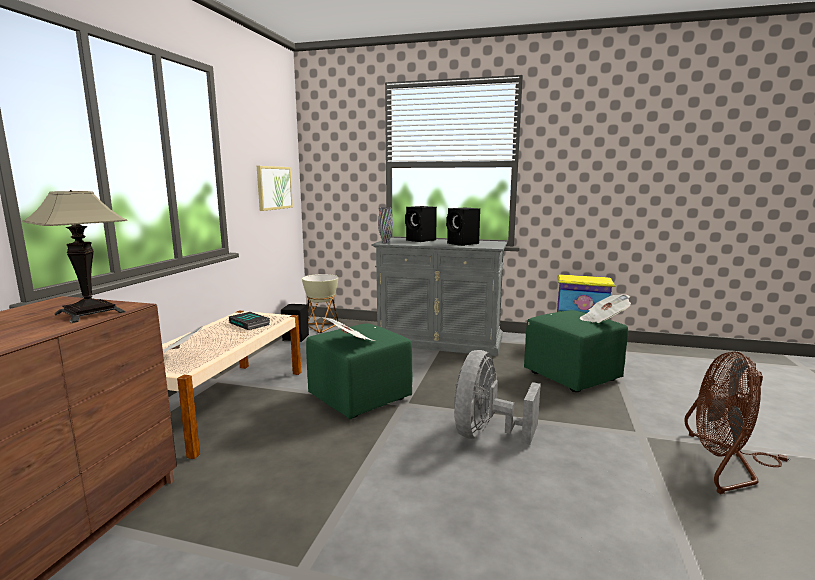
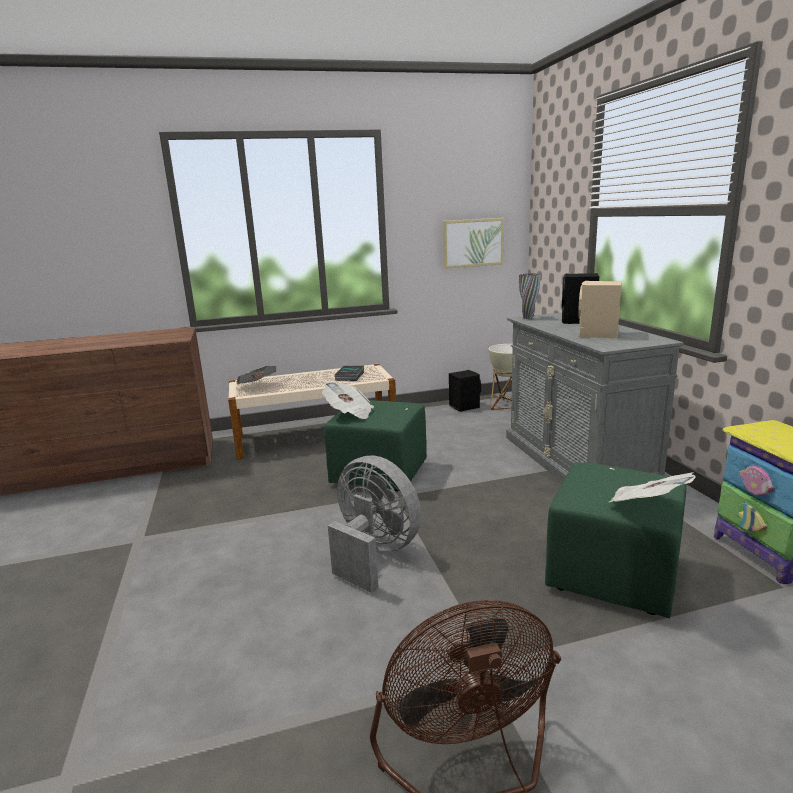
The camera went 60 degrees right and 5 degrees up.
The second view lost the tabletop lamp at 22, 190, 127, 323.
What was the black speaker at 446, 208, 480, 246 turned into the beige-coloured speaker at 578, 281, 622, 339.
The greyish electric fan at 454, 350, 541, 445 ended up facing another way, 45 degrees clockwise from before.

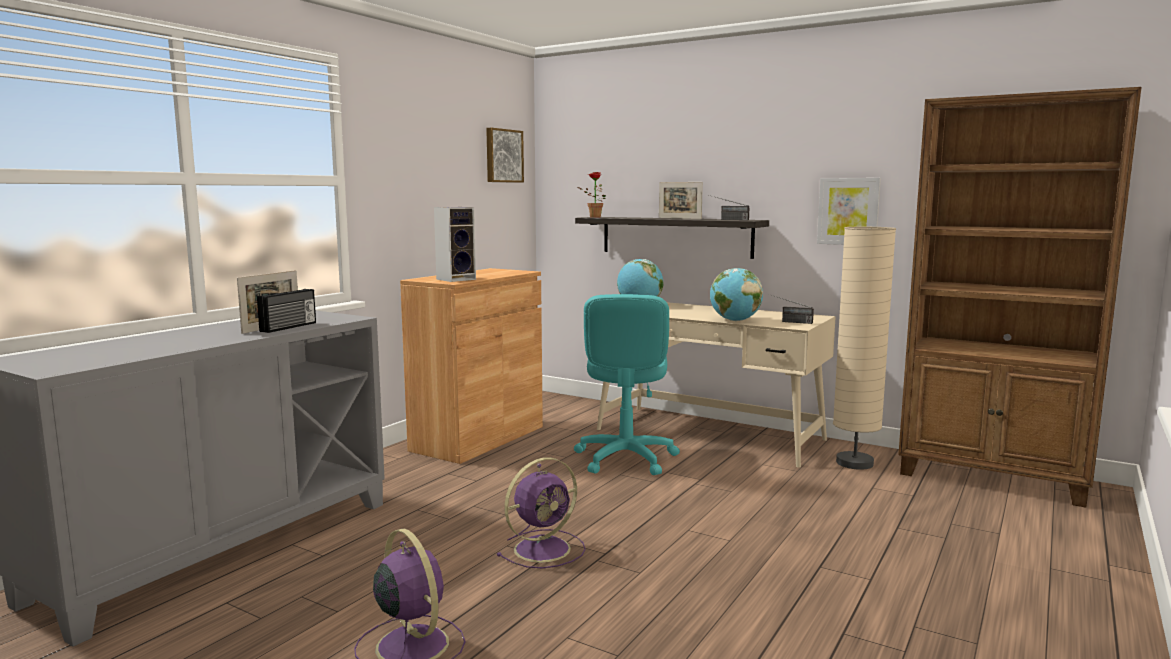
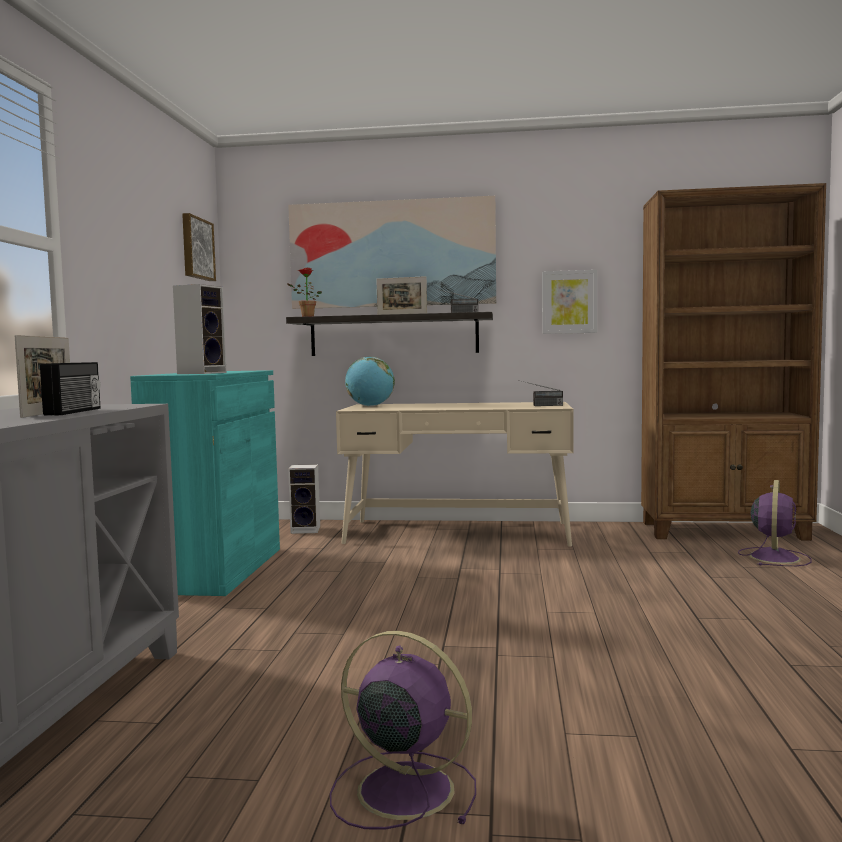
The camera went 25 degrees left and 5 degrees down.
The second view lost the turquoise computer chair at 574, 294, 680, 475.
The second view lost the desk globe at 710, 268, 763, 321.
The second view lost the beige-coloured standard lamp at 833, 227, 896, 470.
The second view gained the picture at 288, 196, 496, 309.
The second view gained the speaker at 288, 464, 320, 534.
The purple electric fan ended up elsewhere, having gone from 496, 457, 586, 568 to 738, 480, 812, 566.
What was the brown storage cabinet at 400, 268, 543, 464 turned into the turquoise storage cabinet at 130, 370, 280, 596.

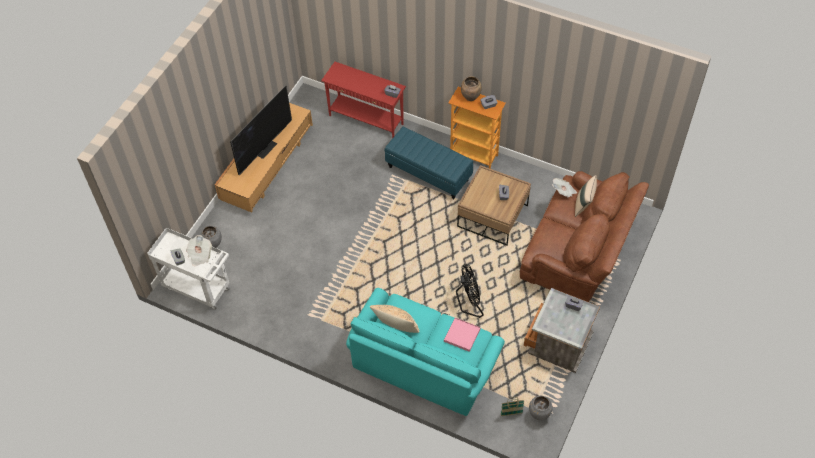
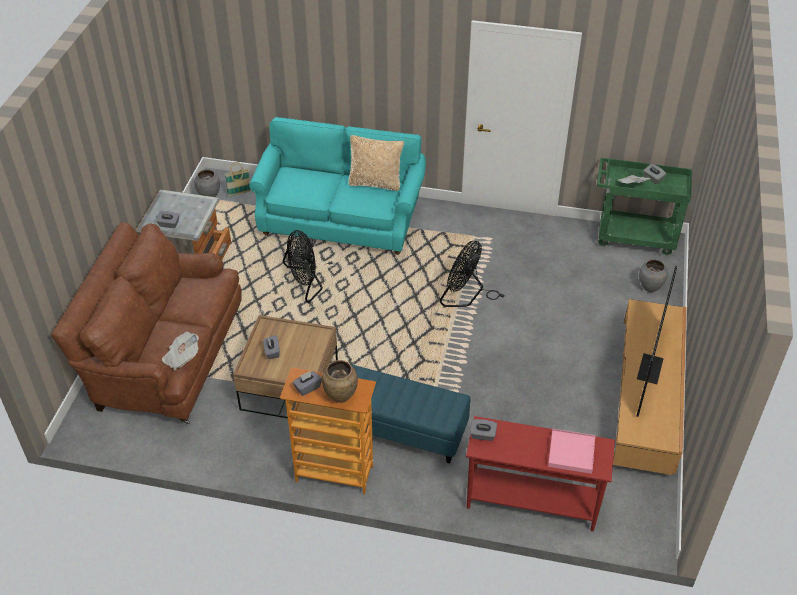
The camera went 165 degrees right and 10 degrees down.
The second view lost the beige-coloured cushion at 575, 175, 597, 217.
The second view gained the black electric fan at 440, 241, 505, 308.
The pink tray ended up elsewhere, having gone from 444, 318, 481, 352 to 548, 429, 595, 474.
What was the white-coloured trolley at 147, 228, 230, 309 turned into the green trolley at 597, 158, 692, 256.

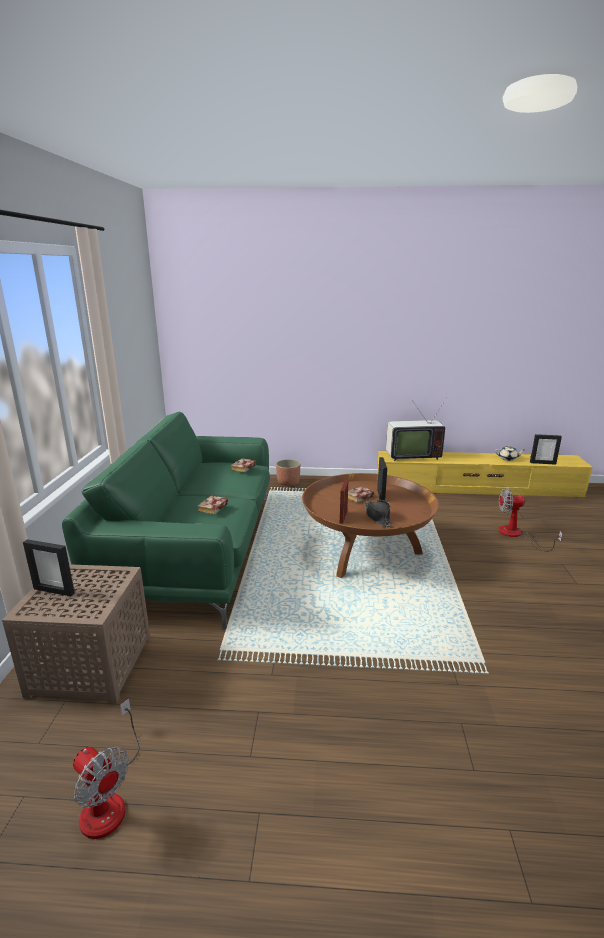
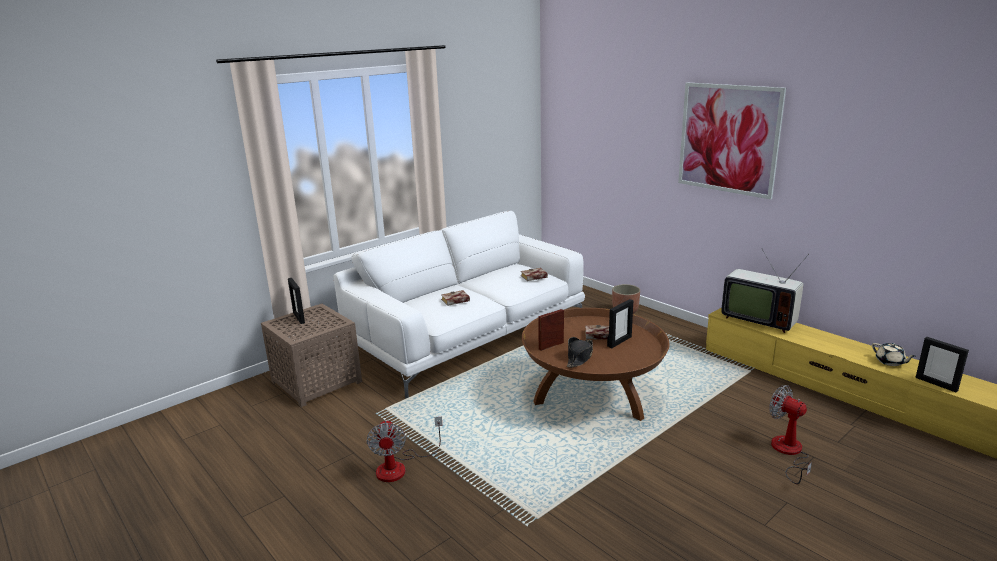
The camera went 45 degrees right and 0 degrees up.
The second view gained the picture at 678, 82, 786, 199.
The electric fan ended up elsewhere, having gone from 73, 699, 140, 839 to 366, 417, 443, 482.
What was the green settee at 62, 412, 270, 630 turned into the white-coloured settee at 334, 211, 585, 398.

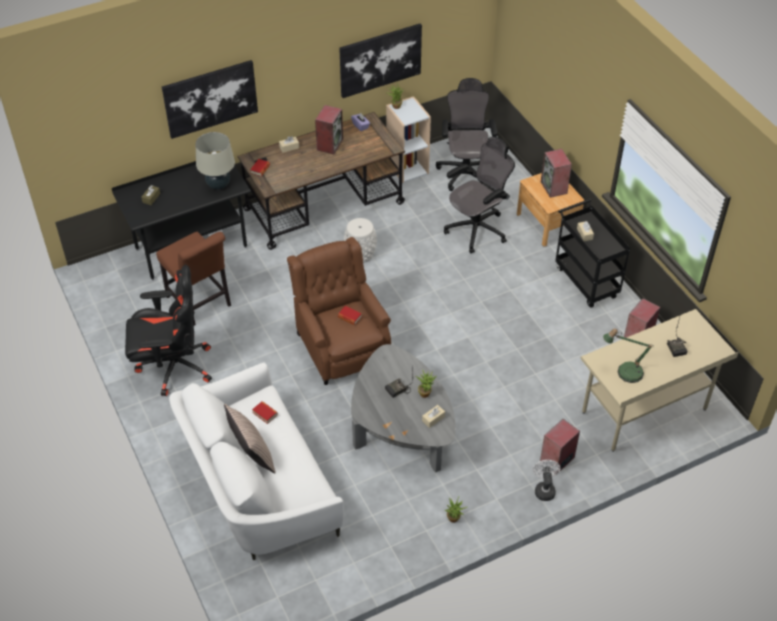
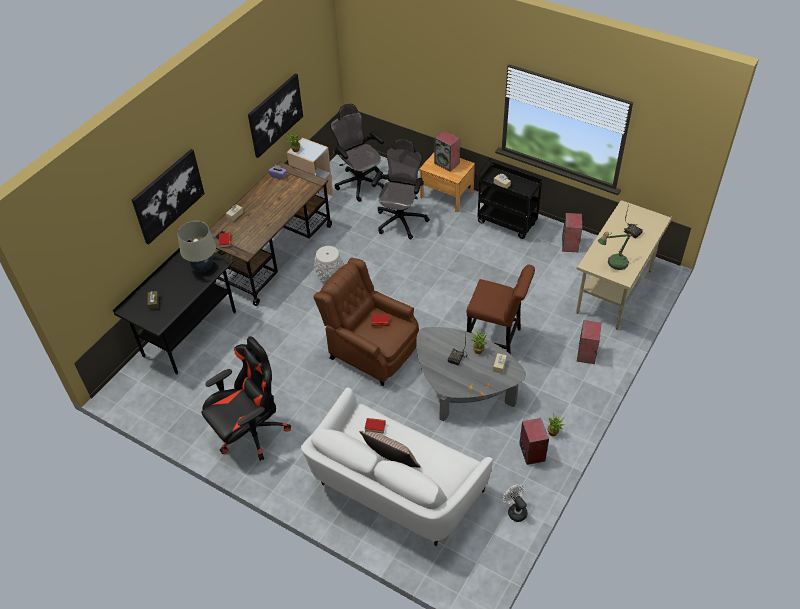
The camera went 30 degrees left and 0 degrees up.
The brown chair ended up elsewhere, having gone from 156, 232, 231, 326 to 466, 265, 535, 355.
The speaker ended up elsewhere, having gone from 315, 105, 343, 154 to 519, 418, 549, 465.
The white-coloured electric fan ended up elsewhere, having gone from 533, 460, 560, 501 to 503, 484, 528, 522.

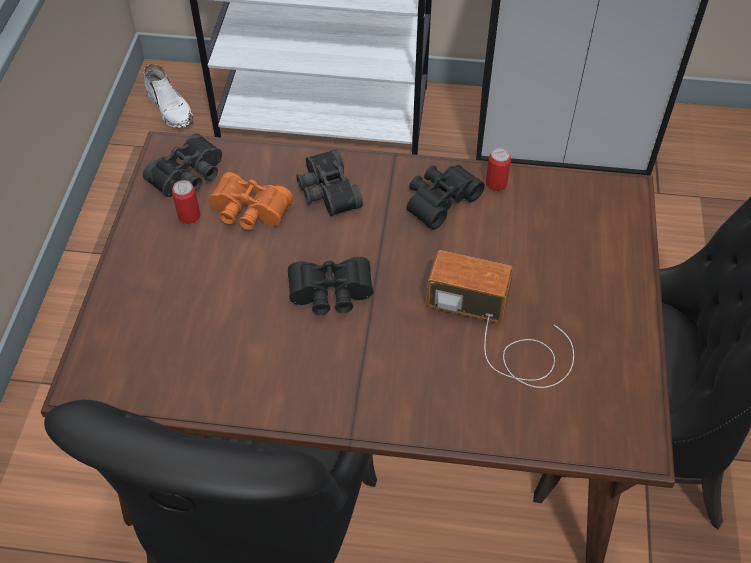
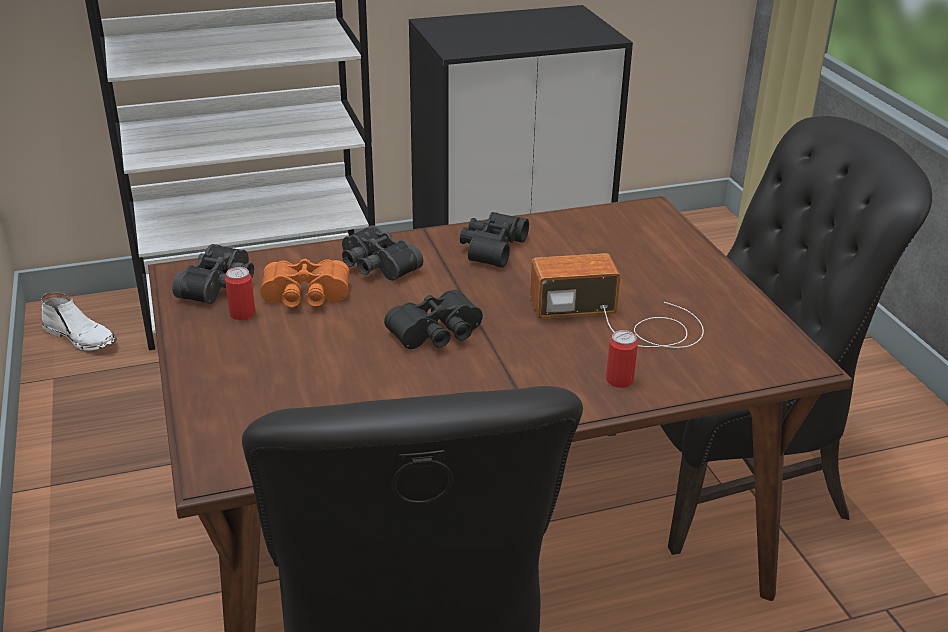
The camera went 25 degrees left and 20 degrees down.
The sealed can ended up elsewhere, having gone from 486, 147, 511, 191 to 606, 330, 638, 388.

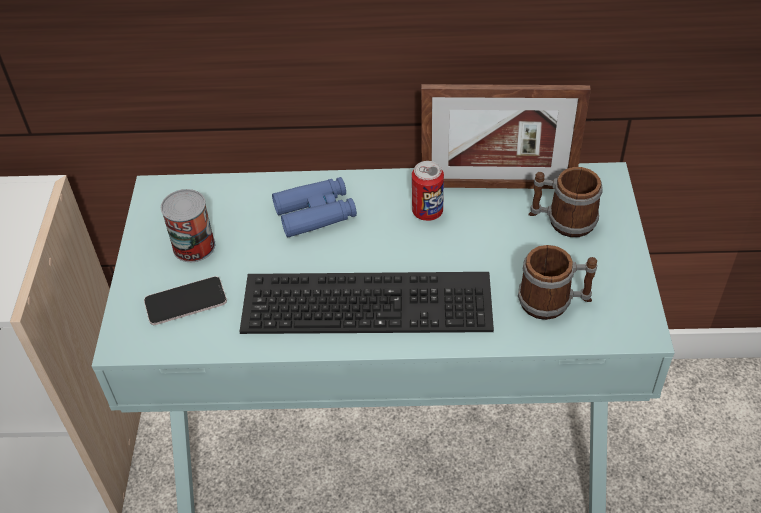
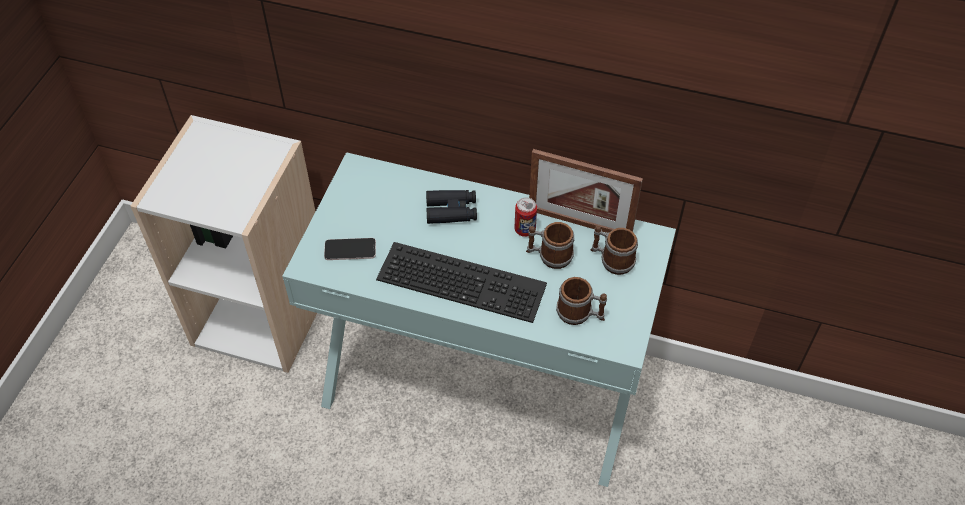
The camera went 15 degrees right and 5 degrees up.
The second view lost the sealed can at 161, 189, 215, 262.
The second view gained the mug at 526, 222, 574, 269.
What was the bluish field glasses at 272, 177, 357, 237 turned into the black field glasses at 426, 190, 477, 224.

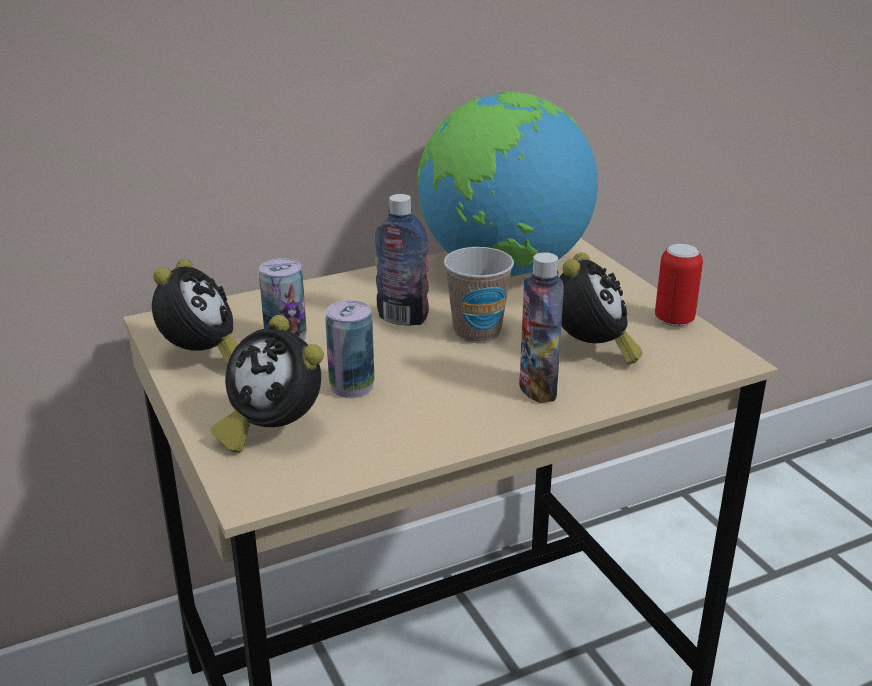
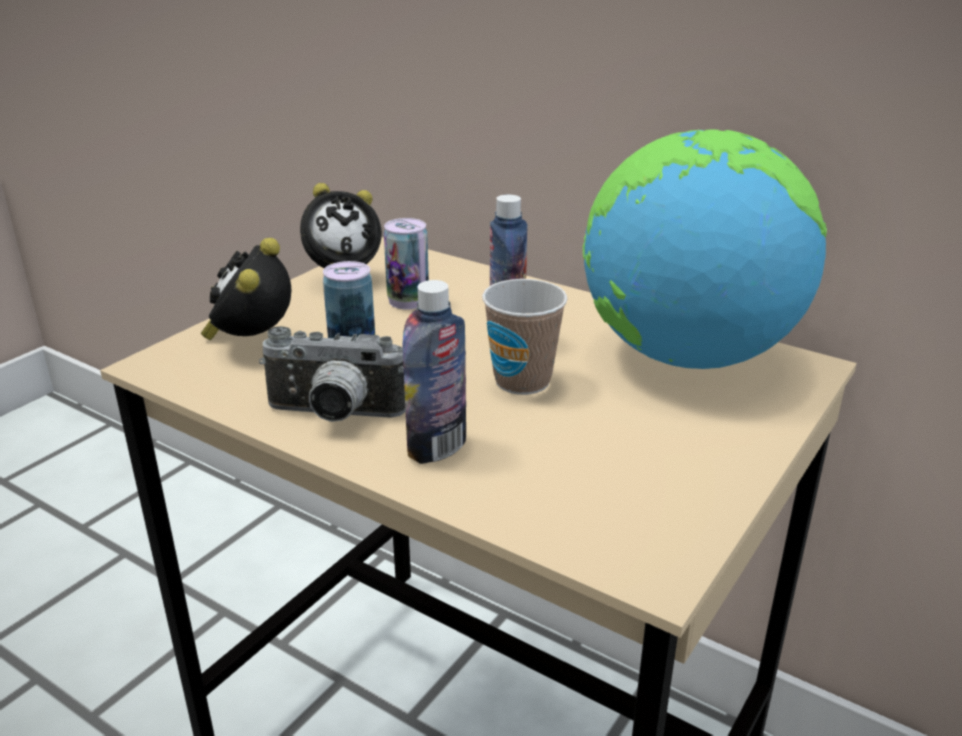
The camera went 60 degrees right and 0 degrees up.
The second view lost the table clock at 560, 253, 642, 365.
The second view lost the sealed can at 655, 244, 703, 327.
The second view gained the still camera at 259, 326, 406, 422.

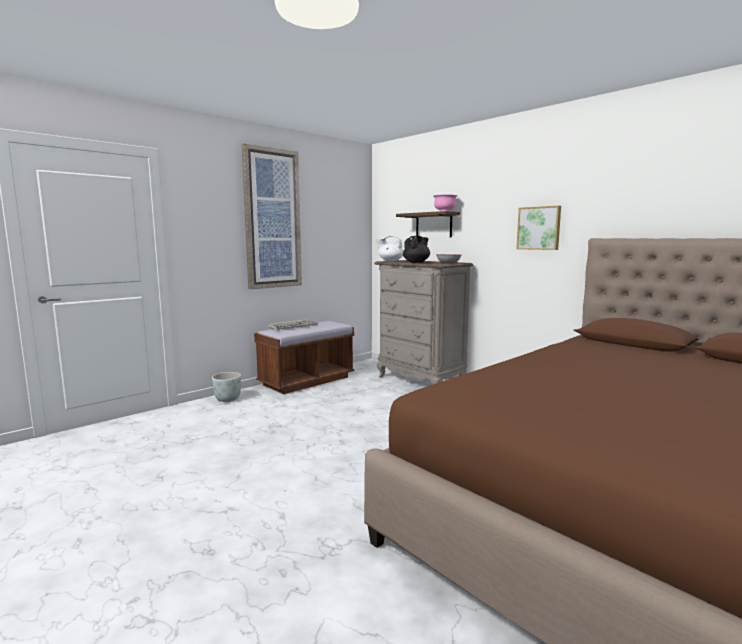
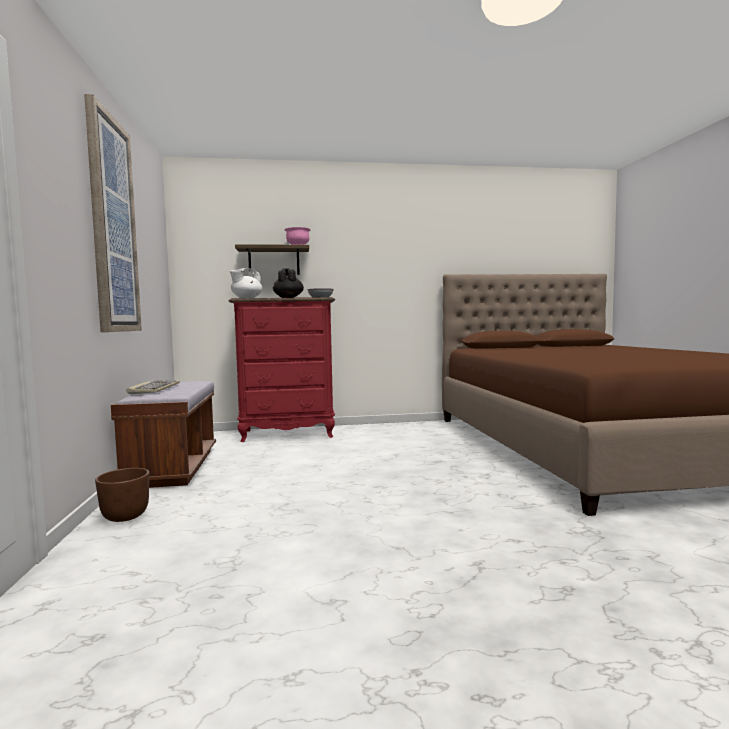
The camera went 55 degrees left and 5 degrees down.
The second view lost the picture at 516, 206, 561, 250.
What was the greyish planter at 212, 372, 241, 402 turned into the brown planter at 95, 468, 149, 522.
What was the beige-coloured dresser at 374, 260, 474, 385 turned into the reddish dresser at 229, 297, 335, 442.

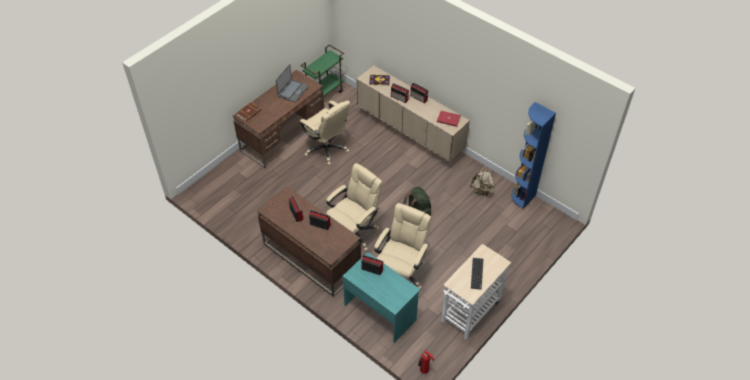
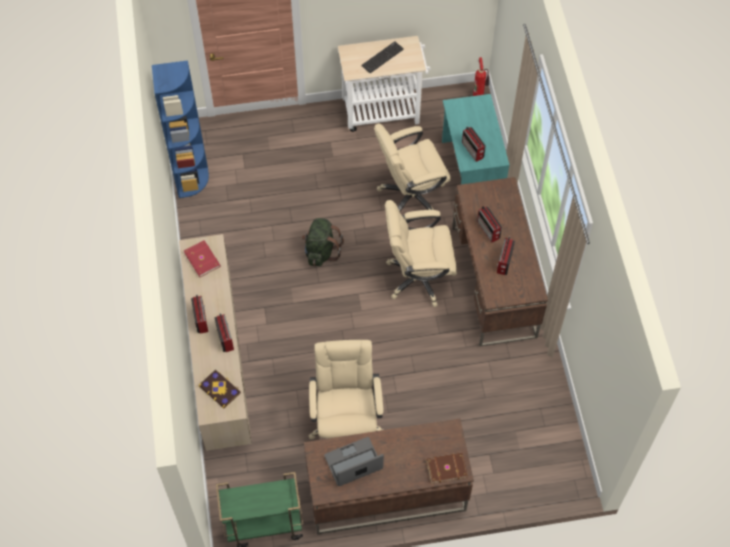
The camera went 140 degrees left and 10 degrees up.
The second view lost the beige-coloured backpack at 470, 168, 495, 196.

